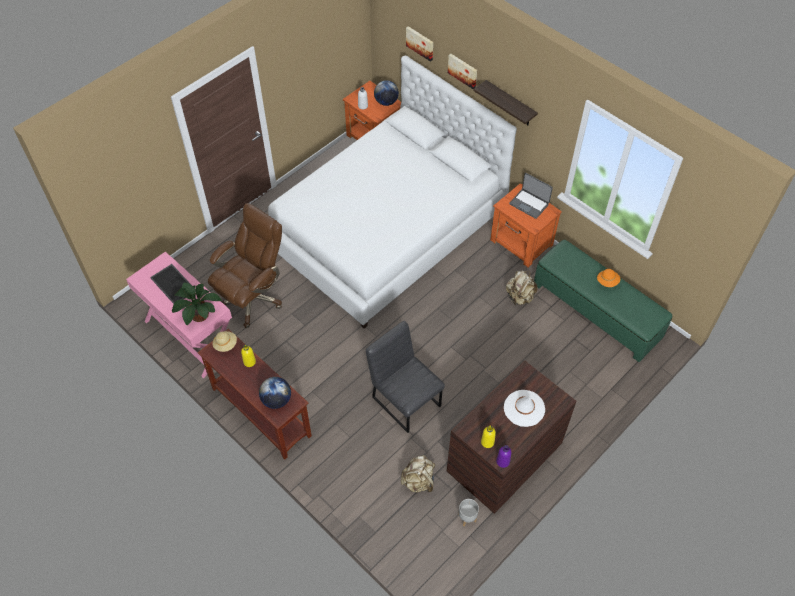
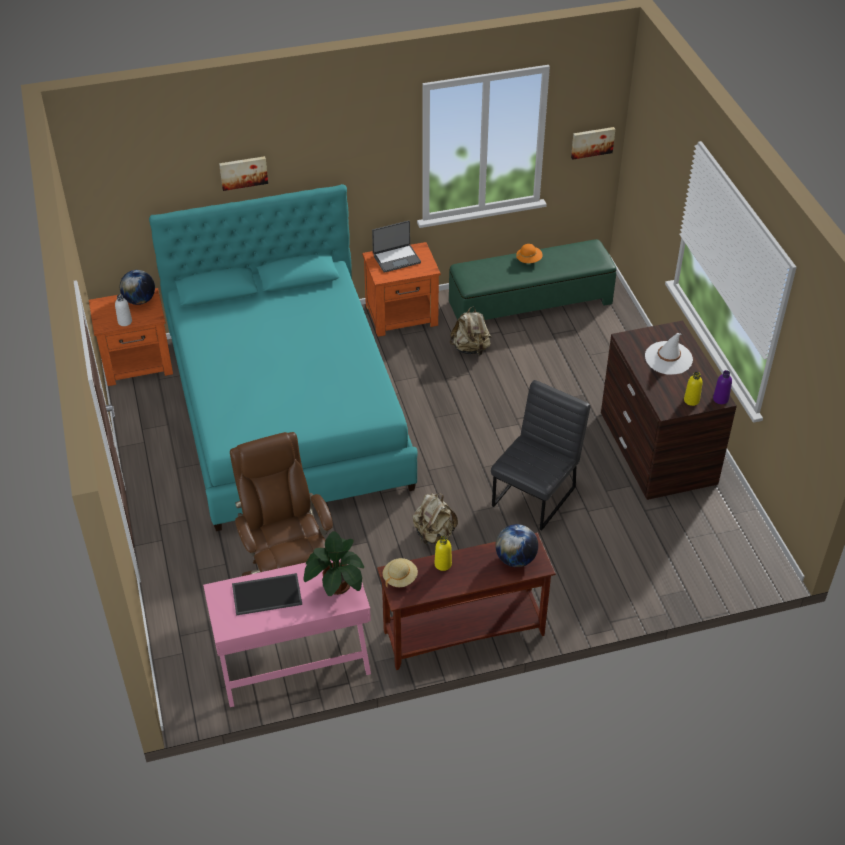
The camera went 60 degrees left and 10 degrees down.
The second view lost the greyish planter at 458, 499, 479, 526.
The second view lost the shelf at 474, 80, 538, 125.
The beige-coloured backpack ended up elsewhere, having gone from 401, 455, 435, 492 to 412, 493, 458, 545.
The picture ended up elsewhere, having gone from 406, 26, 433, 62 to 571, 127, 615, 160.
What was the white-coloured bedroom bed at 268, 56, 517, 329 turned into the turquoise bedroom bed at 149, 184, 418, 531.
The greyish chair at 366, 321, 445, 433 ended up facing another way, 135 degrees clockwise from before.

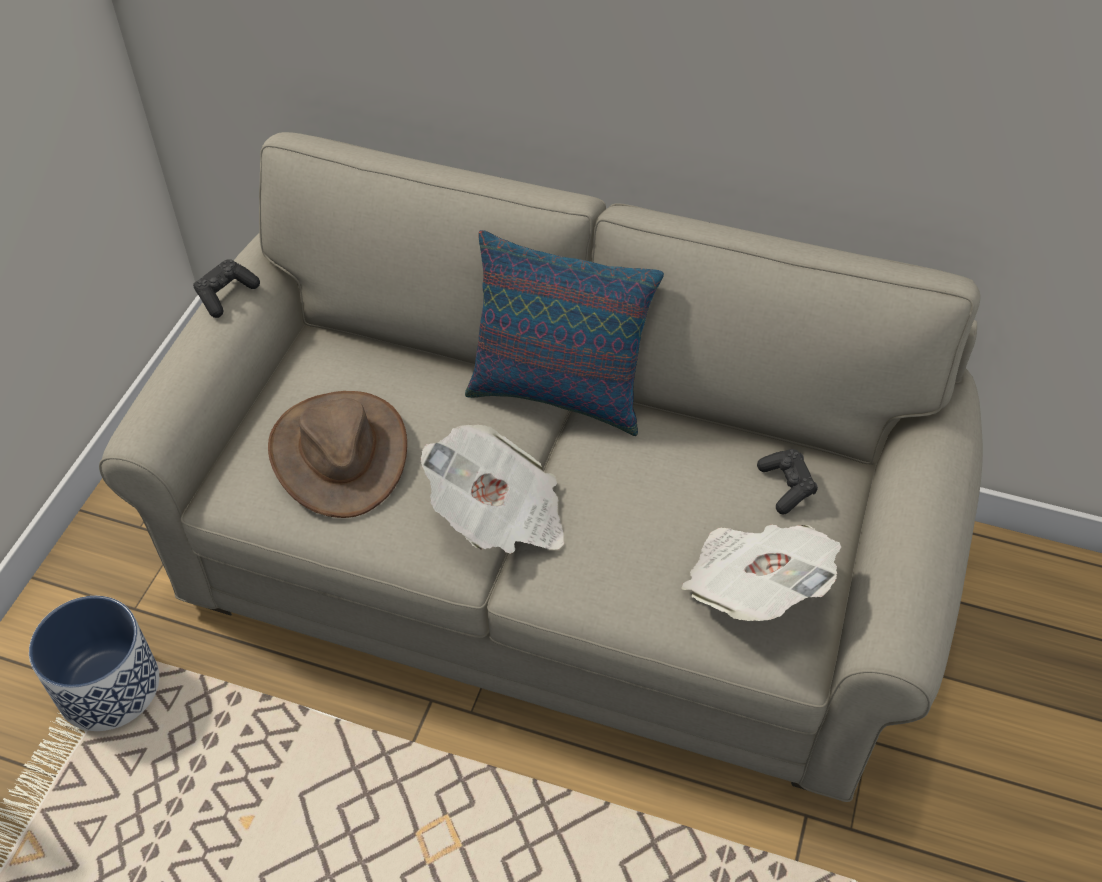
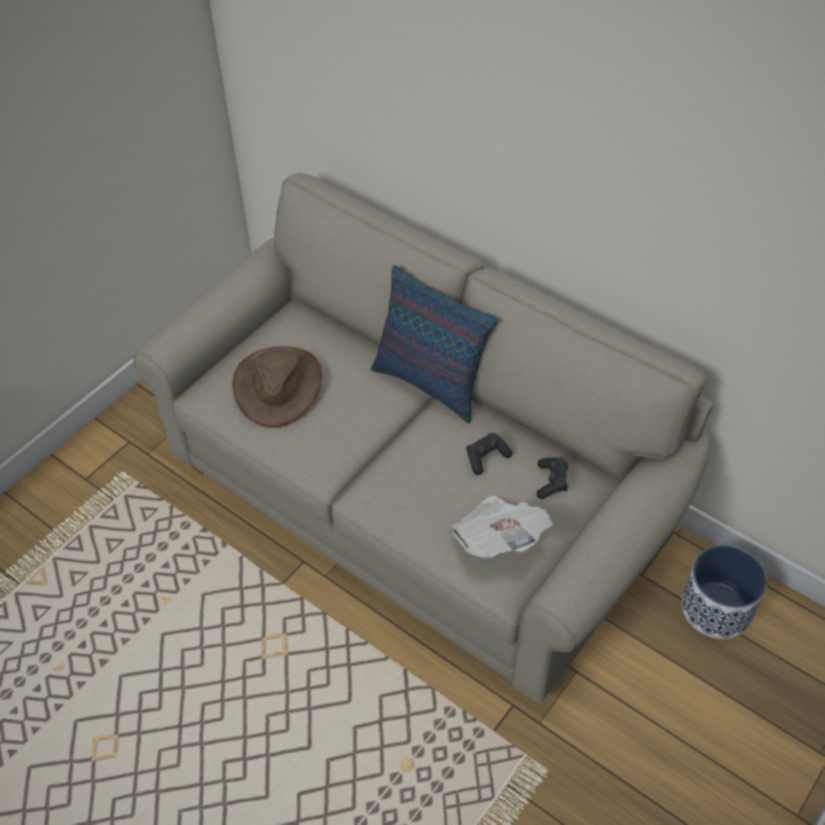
The camera went 20 degrees right and 0 degrees up.
The second view lost the printed paper at 421, 424, 564, 554.
The planter ended up elsewhere, having gone from 29, 596, 159, 731 to 682, 545, 767, 639.
The black joypad ended up elsewhere, having gone from 193, 259, 260, 318 to 466, 433, 512, 475.

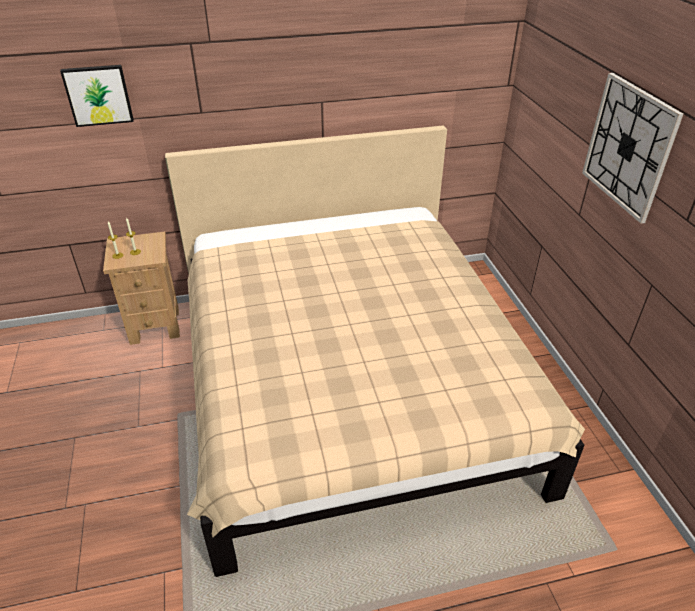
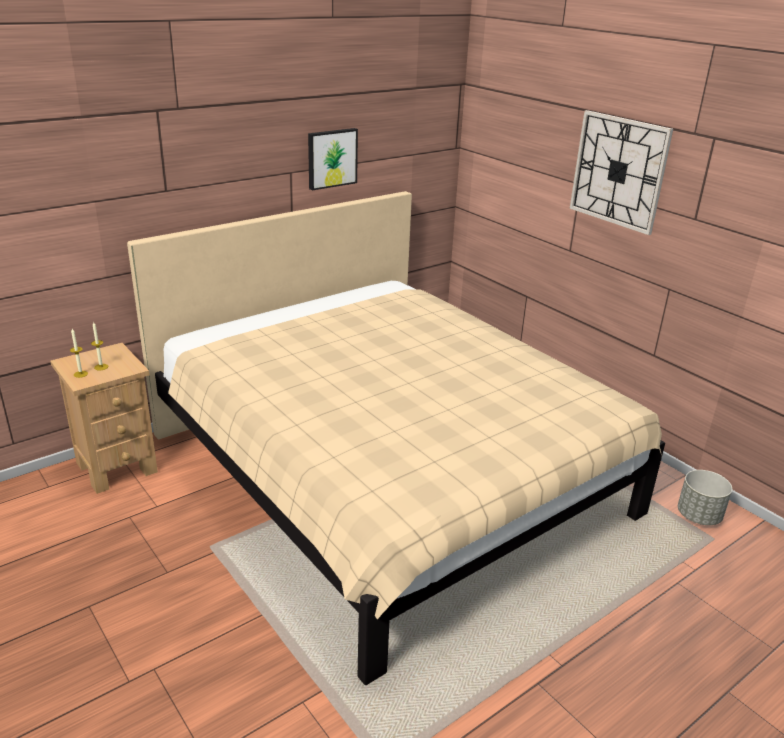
The camera went 25 degrees left and 10 degrees down.
The second view gained the greyish planter at 678, 470, 732, 525.
The picture ended up elsewhere, having gone from 60, 65, 134, 127 to 308, 128, 358, 191.

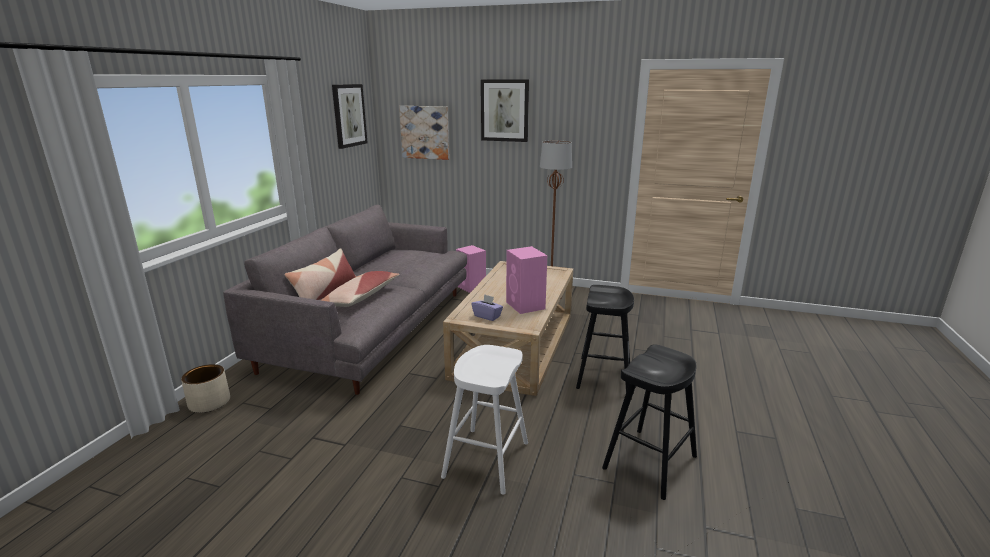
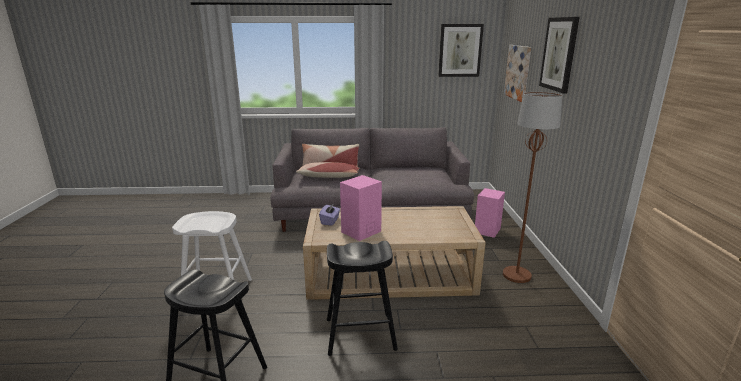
The camera went 70 degrees right and 0 degrees up.
The second view lost the beige-coloured planter at 181, 364, 230, 413.

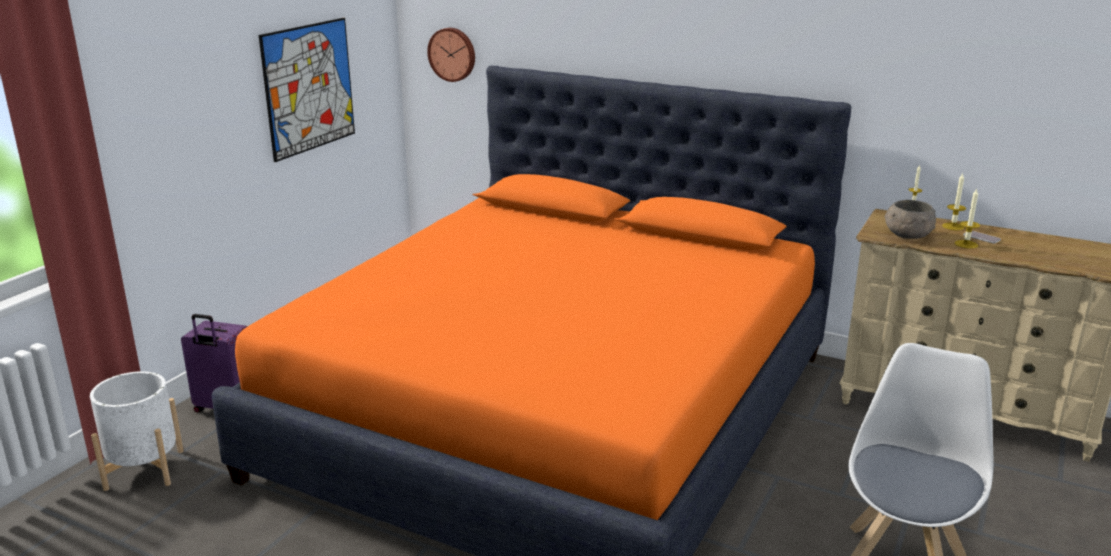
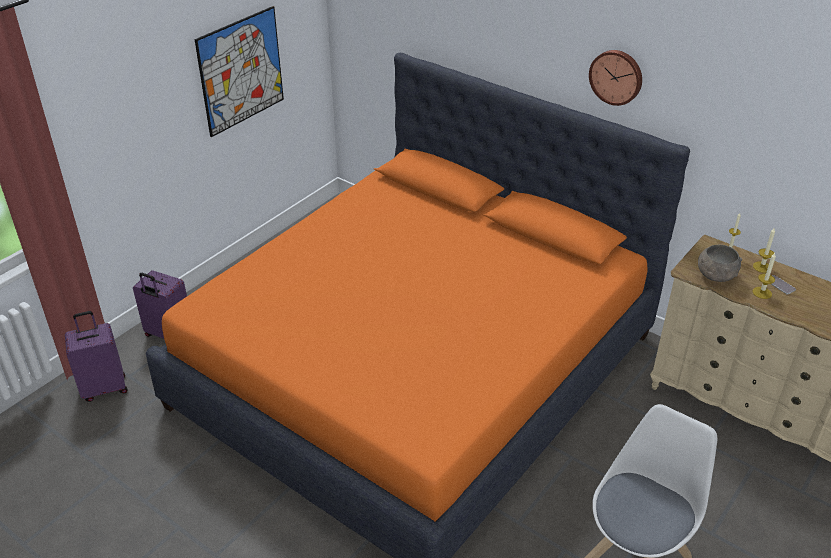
The camera went 10 degrees right and 15 degrees up.
The clock on the wall ended up elsewhere, having gone from 427, 28, 475, 82 to 589, 50, 642, 106.
Where the white-coloured planter stood at 90, 371, 184, 491, the purple travel case came to stand at 65, 311, 128, 402.

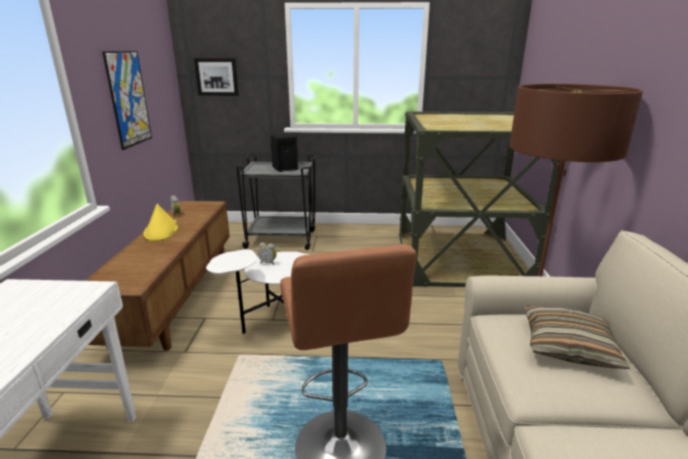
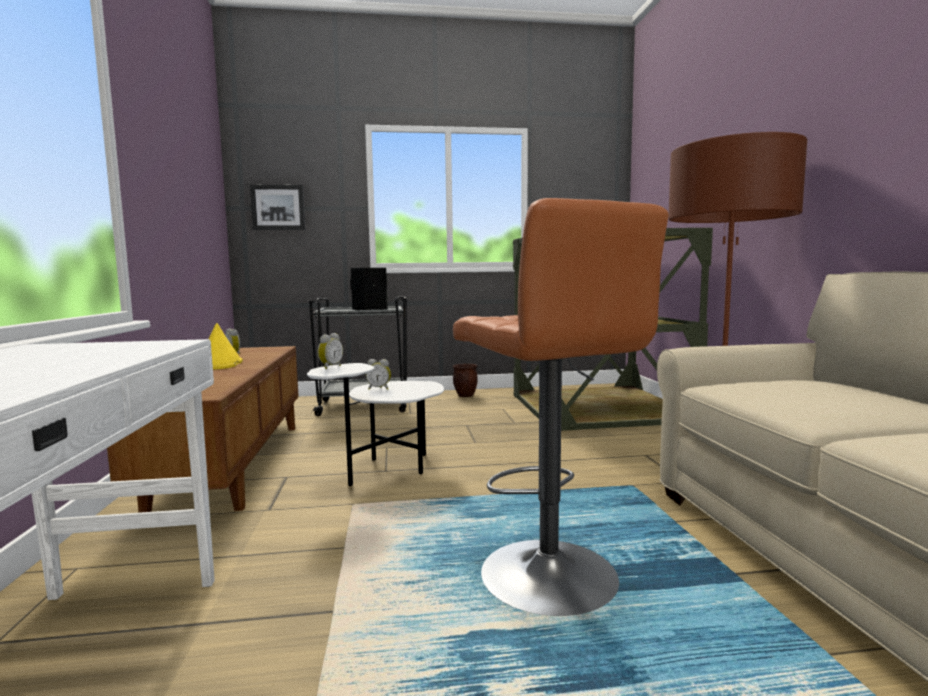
The camera went 10 degrees left and 15 degrees down.
The second view lost the picture at 102, 51, 152, 150.
The second view lost the cushion at 524, 306, 630, 369.
The second view gained the table clock at 318, 333, 343, 369.
The second view gained the brown planter at 452, 363, 478, 397.

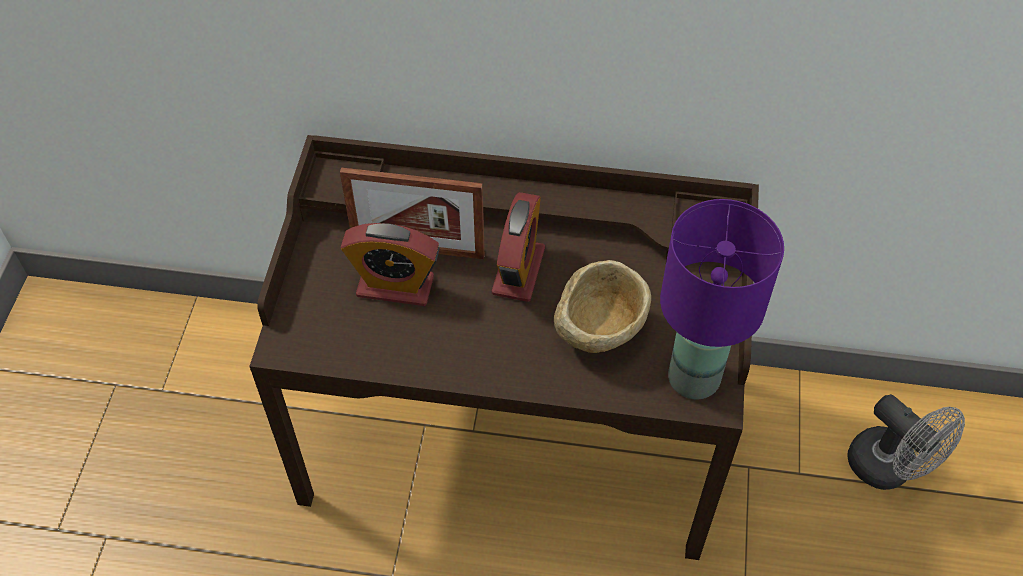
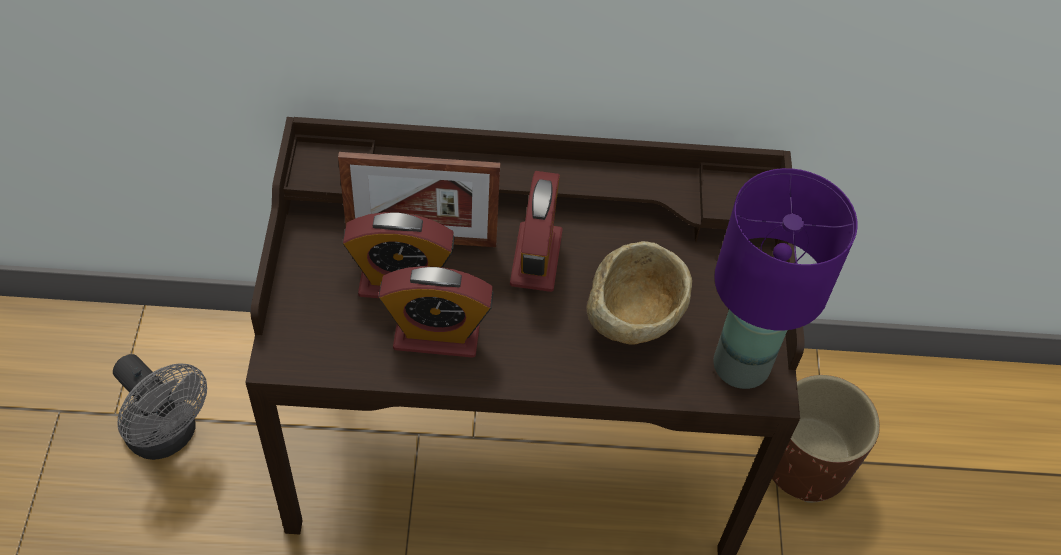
The camera went 10 degrees left and 0 degrees up.
The second view gained the table clock at 378, 266, 494, 358.
The second view gained the brown planter at 772, 375, 880, 503.
The greyish electric fan ended up elsewhere, having gone from 847, 394, 965, 490 to 113, 354, 207, 460.

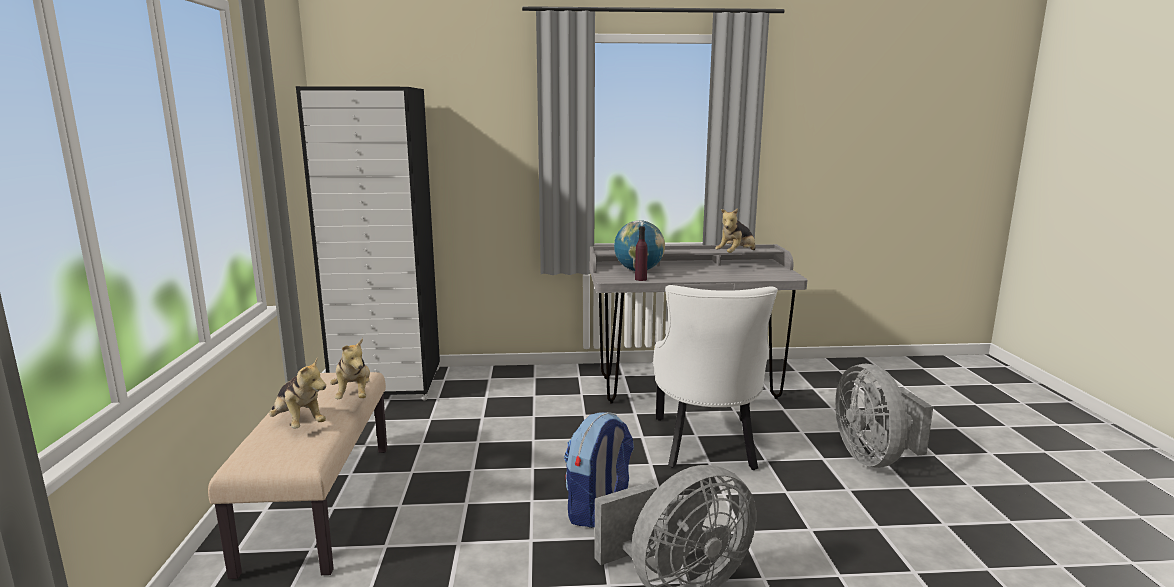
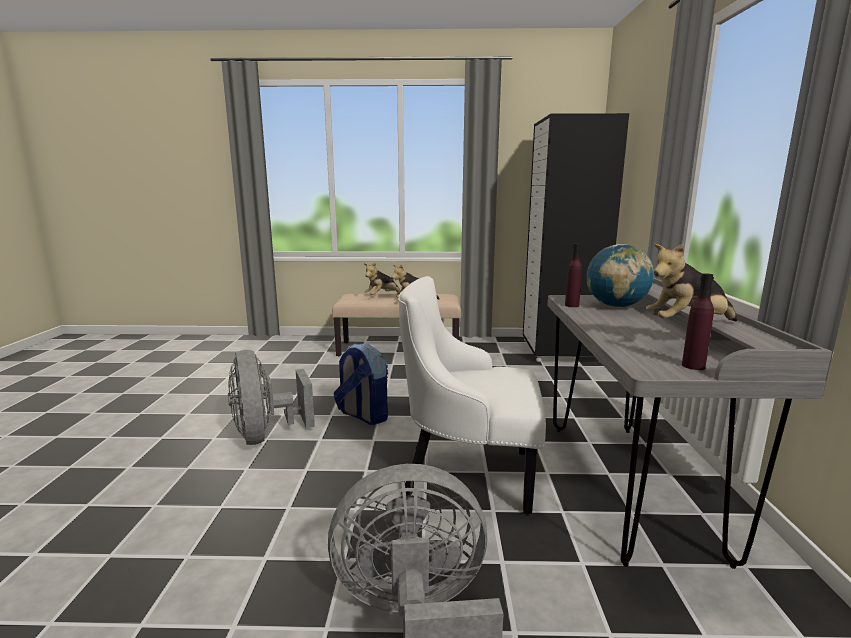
The camera went 95 degrees right and 0 degrees up.
The second view gained the purple bottle at 682, 273, 714, 370.
The soft toy at 715, 208, 755, 253 ended up facing another way, 60 degrees counterclockwise from before.

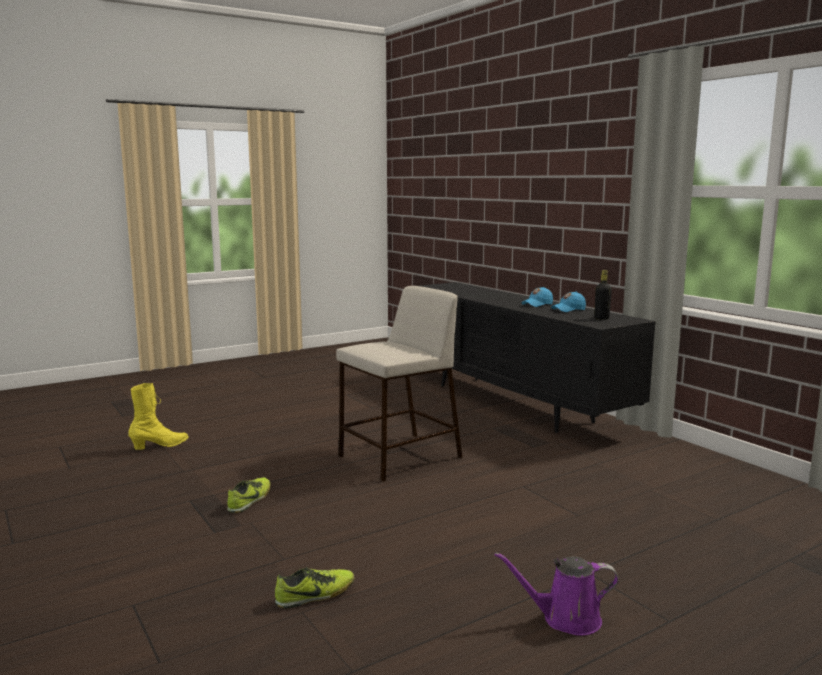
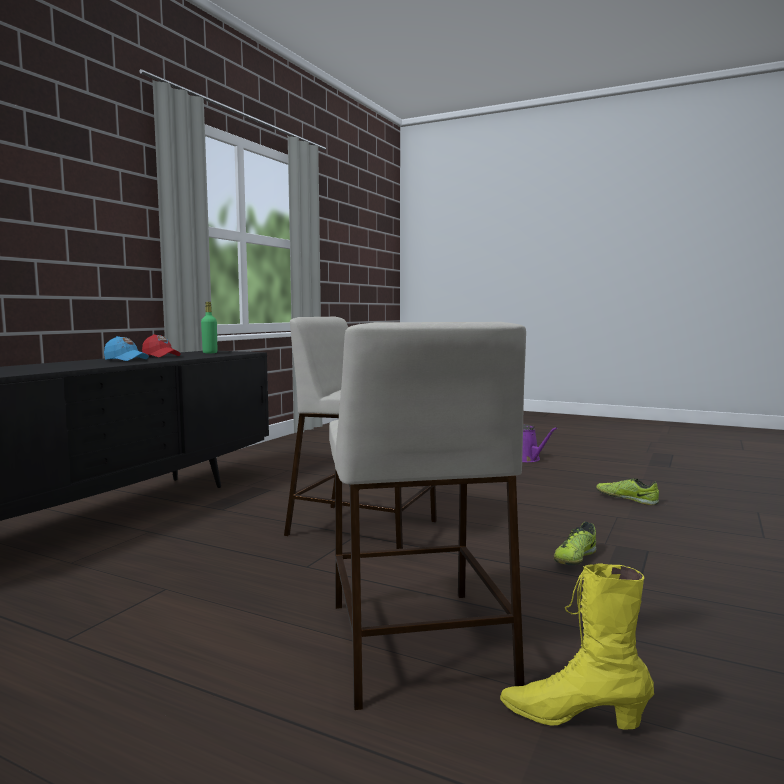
The camera went 120 degrees left and 5 degrees down.
The second view gained the beige-coloured stool at 329, 322, 526, 710.
What was the bluish peaked cap at 551, 291, 586, 312 turned into the reddish peaked cap at 142, 334, 181, 357.
What was the black bottle at 594, 270, 612, 320 turned into the green bottle at 201, 302, 217, 353.
The shoe at 227, 477, 271, 513 ended up facing another way, 45 degrees counterclockwise from before.

